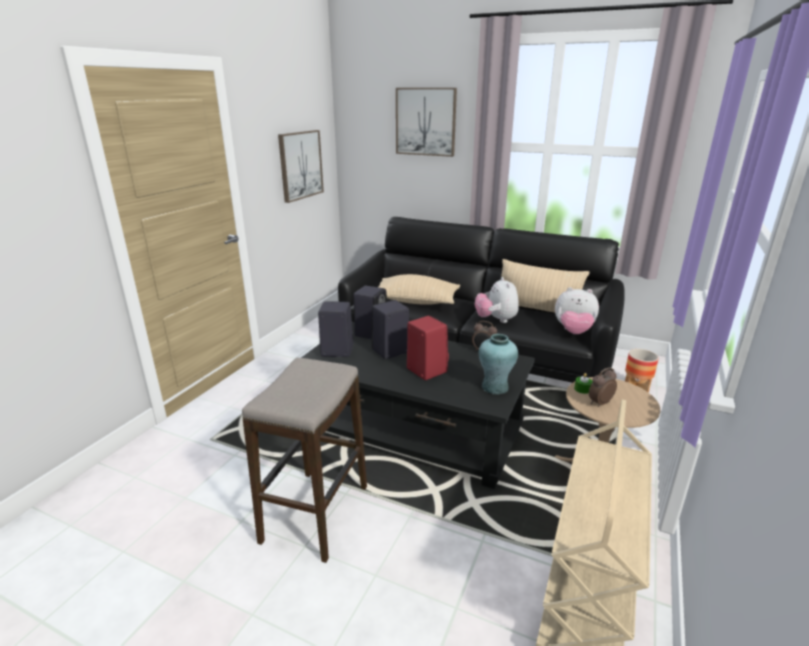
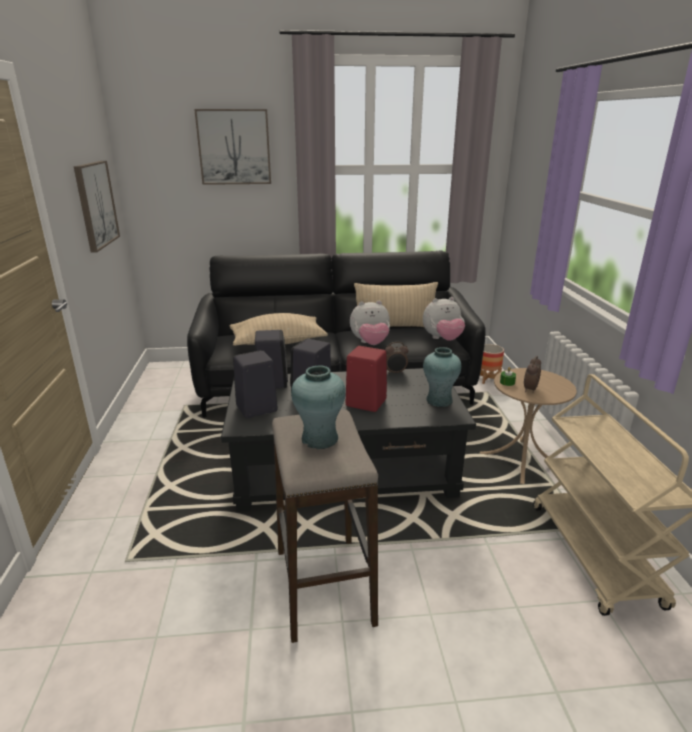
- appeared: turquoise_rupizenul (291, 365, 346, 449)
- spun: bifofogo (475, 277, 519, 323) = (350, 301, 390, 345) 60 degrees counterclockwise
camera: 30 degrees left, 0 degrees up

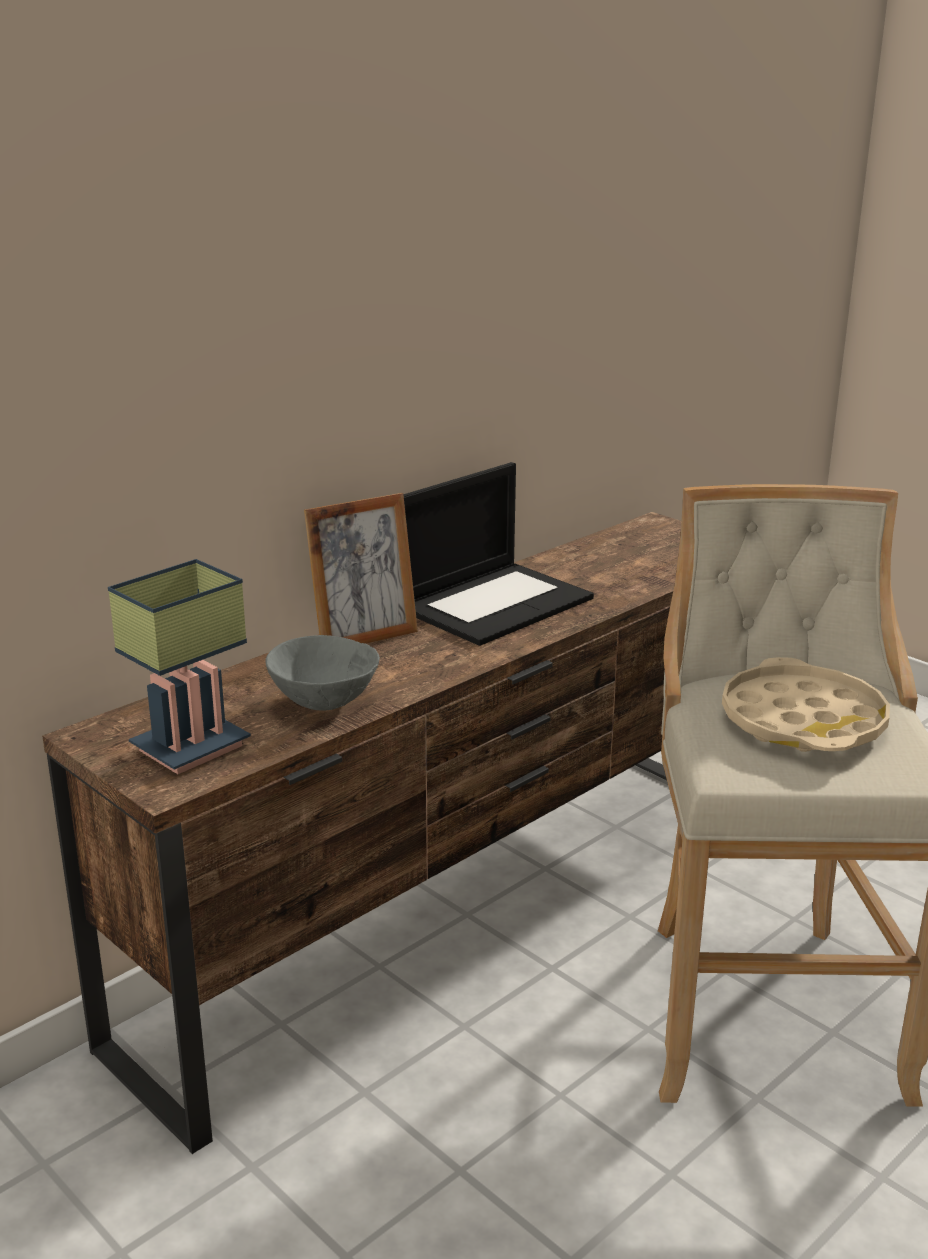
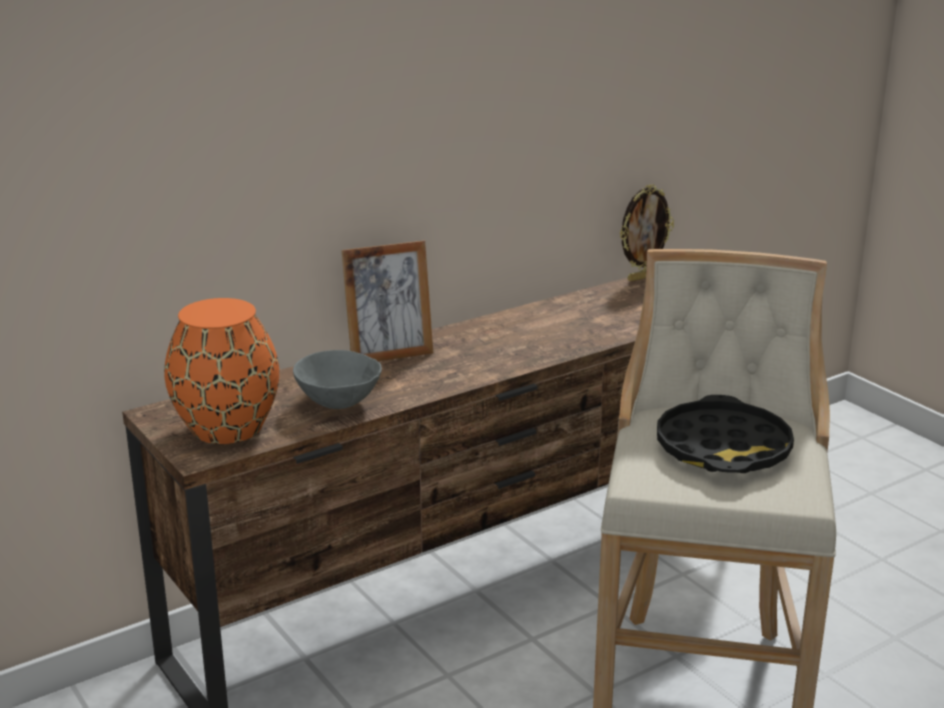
- exchanged: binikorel (108, 559, 251, 774) to orange_rupizenul (164, 298, 279, 444)
- appeared: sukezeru (620, 184, 674, 282)
- colour: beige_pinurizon (722, 657, 890, 752) to black_pinurizon (657, 395, 794, 473)
- missing: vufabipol (403, 462, 594, 646)
camera: 10 degrees right, 0 degrees up

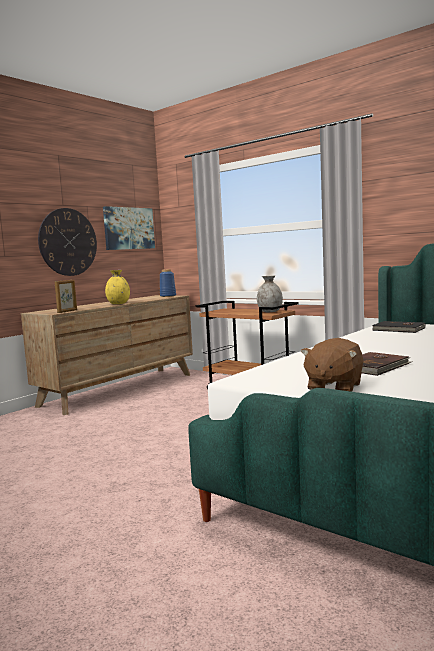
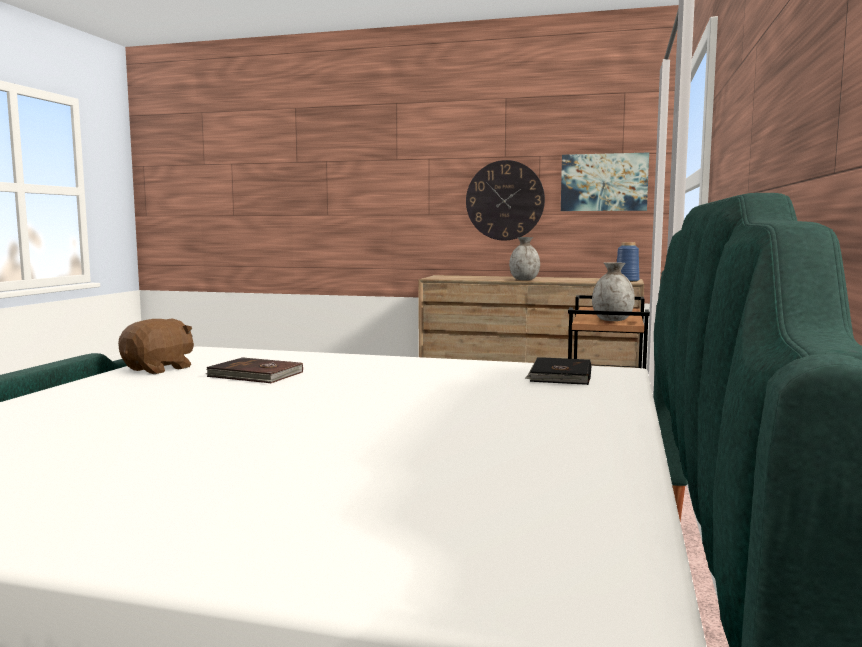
- spun: brown_bifofogo (301, 338, 364, 392) = (118, 319, 194, 374) 120 degrees clockwise
- colour: yellow_rupizenul (105, 270, 130, 304) to grey_rupizenul (509, 237, 540, 280)
- missing: sukezeru (55, 280, 77, 313)
camera: 65 degrees right, 0 degrees up

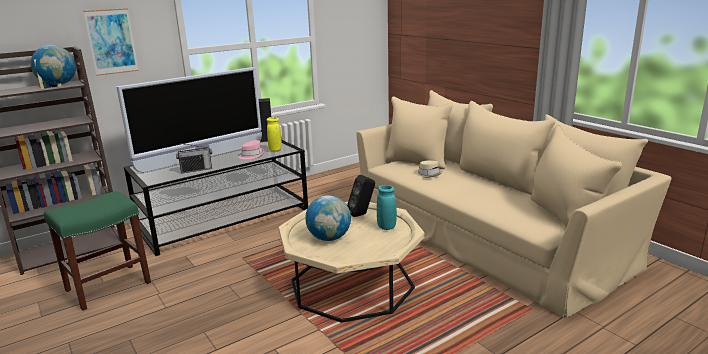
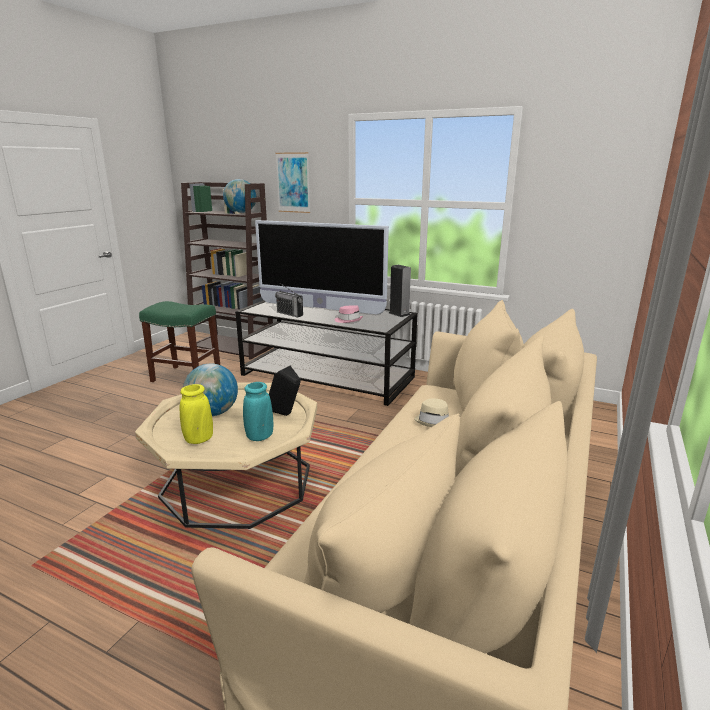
- relocated: yellow_rupizenul (267, 117, 282, 151) to (180, 384, 213, 444)
camera: 60 degrees right, 0 degrees up

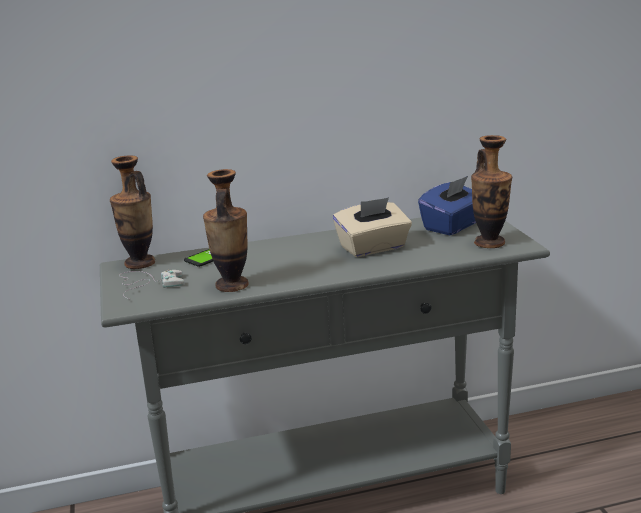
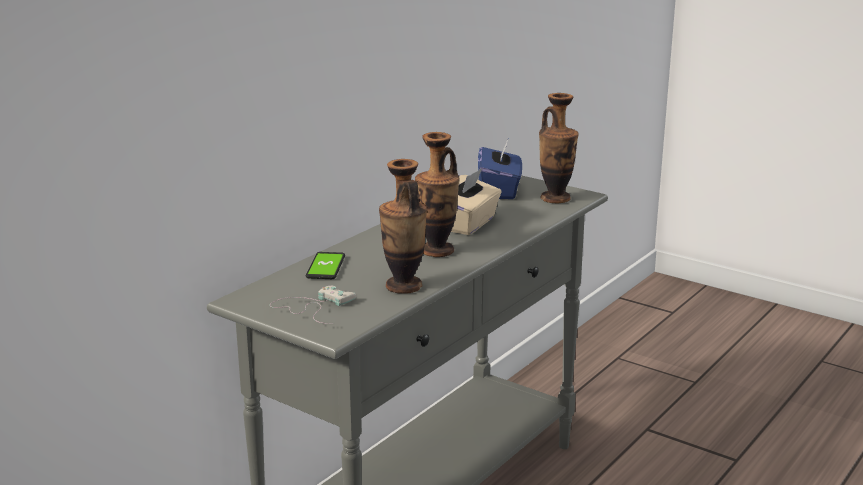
- relocated: rupizenul (110, 155, 155, 269) to (415, 132, 460, 257)
camera: 40 degrees left, 0 degrees up

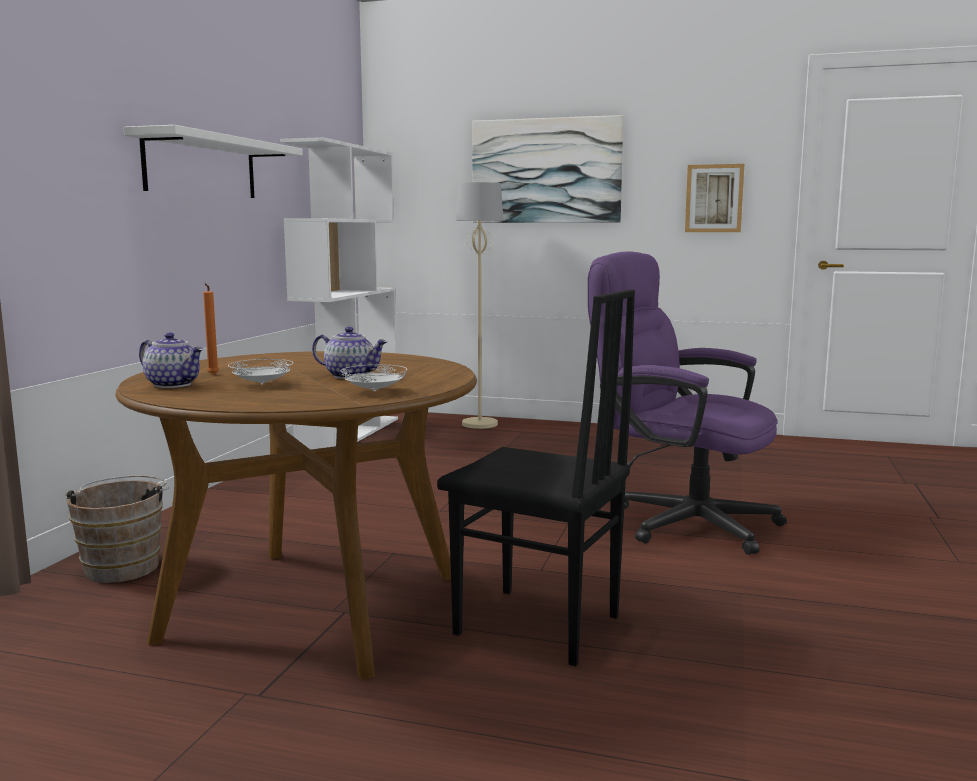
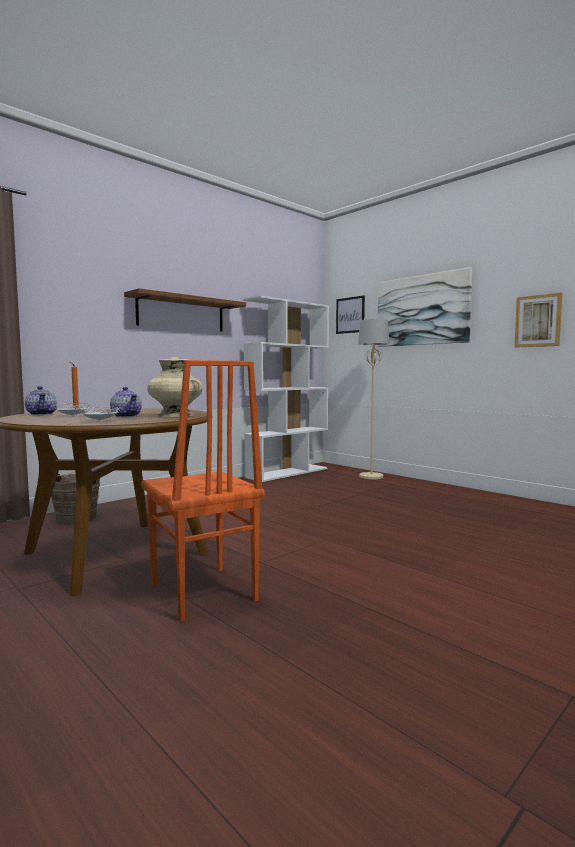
- colour: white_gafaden (123, 125, 303, 198) to brown_gafaden (124, 288, 246, 332)
- colour: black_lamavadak (437, 289, 635, 666) to orange_lamavadak (141, 360, 265, 622)
- appeared: beige_rupizenul (147, 357, 203, 417)
- appeared: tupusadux (336, 295, 365, 334)
- missing: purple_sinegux (588, 251, 787, 555)
camera: 30 degrees right, 5 degrees down

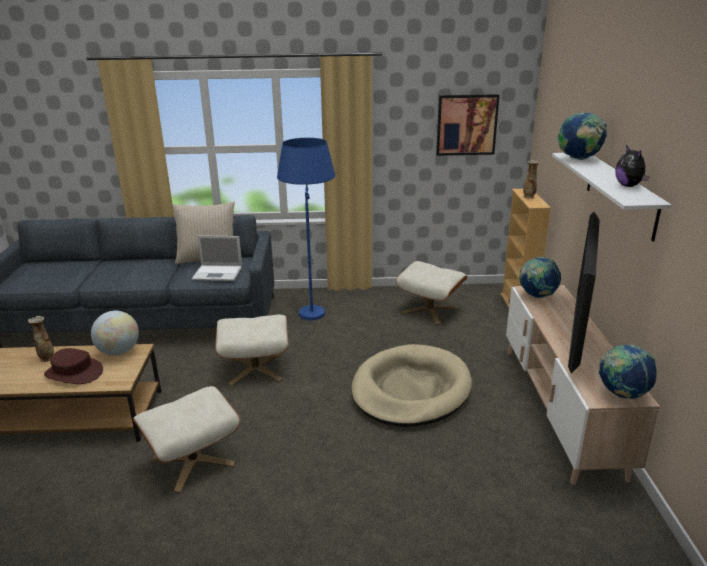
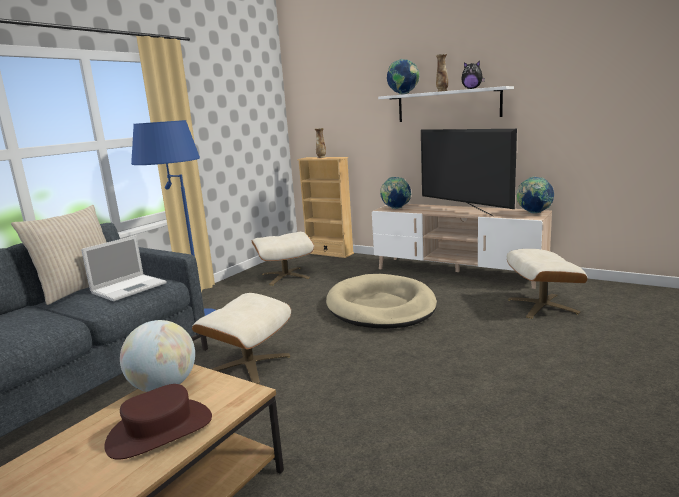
- relocated: rupizenul (28, 316, 54, 362) to (436, 54, 448, 92)
- relocated: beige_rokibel (133, 386, 240, 493) to (507, 249, 588, 319)
- missing: tupusadux (436, 94, 500, 156)
camera: 55 degrees left, 10 degrees down

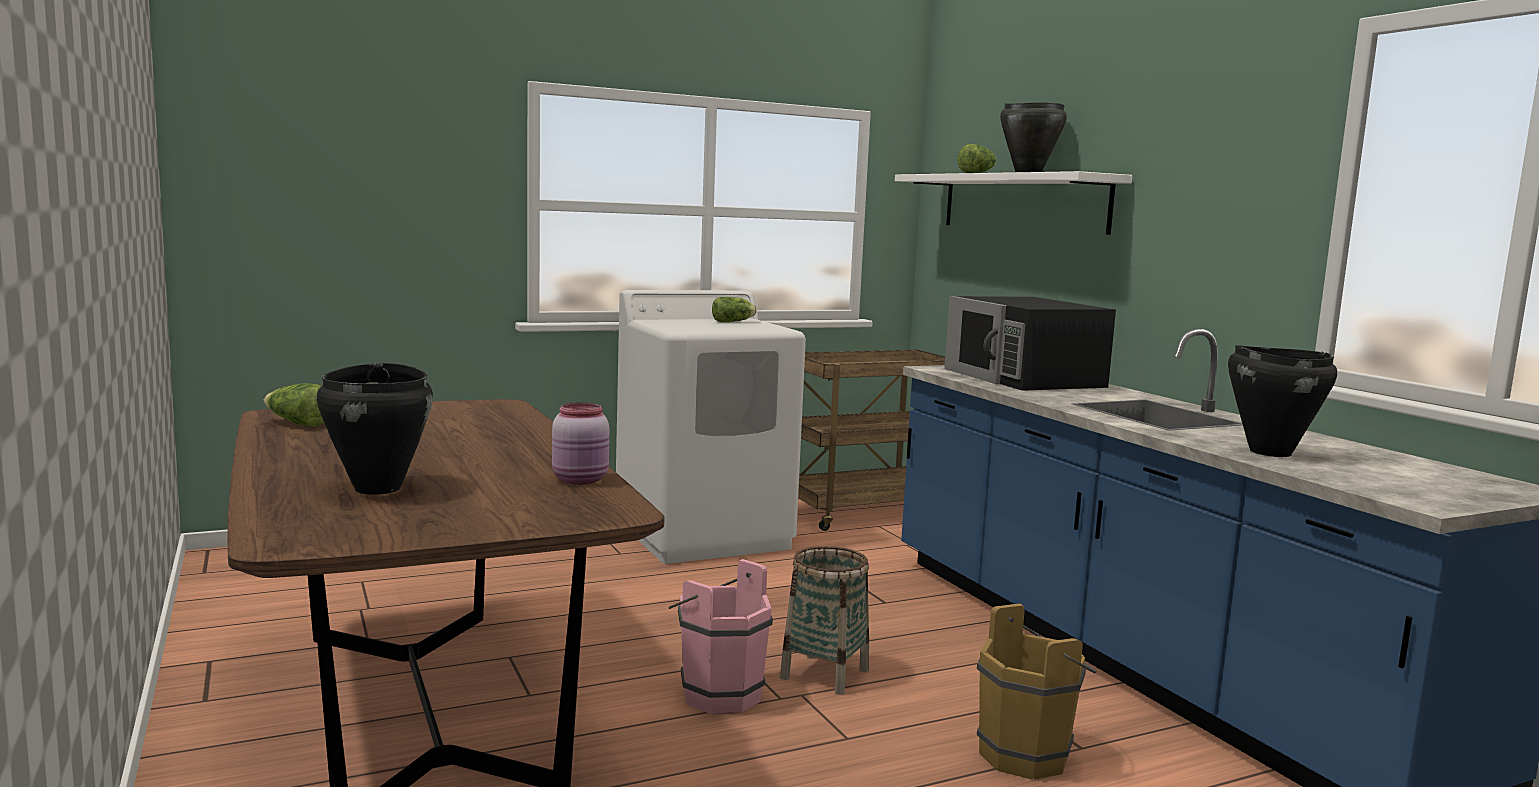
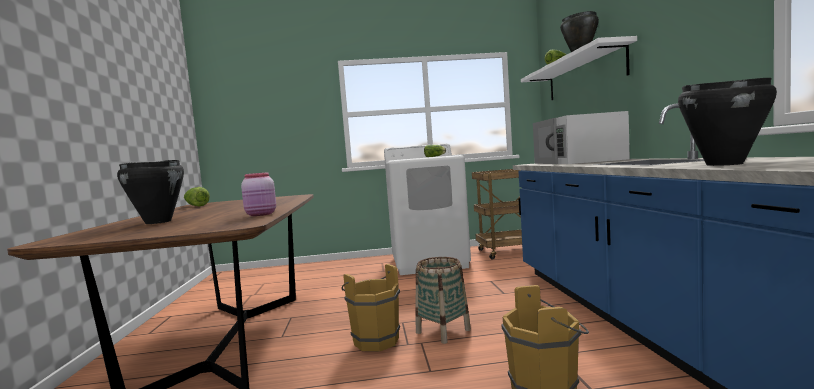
- colour: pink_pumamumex (668, 559, 773, 714) to brown_pumamumex (341, 264, 400, 352)
- colour: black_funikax (944, 296, 1116, 391) to white_funikax (533, 111, 630, 164)
camera: 20 degrees right, 5 degrees down

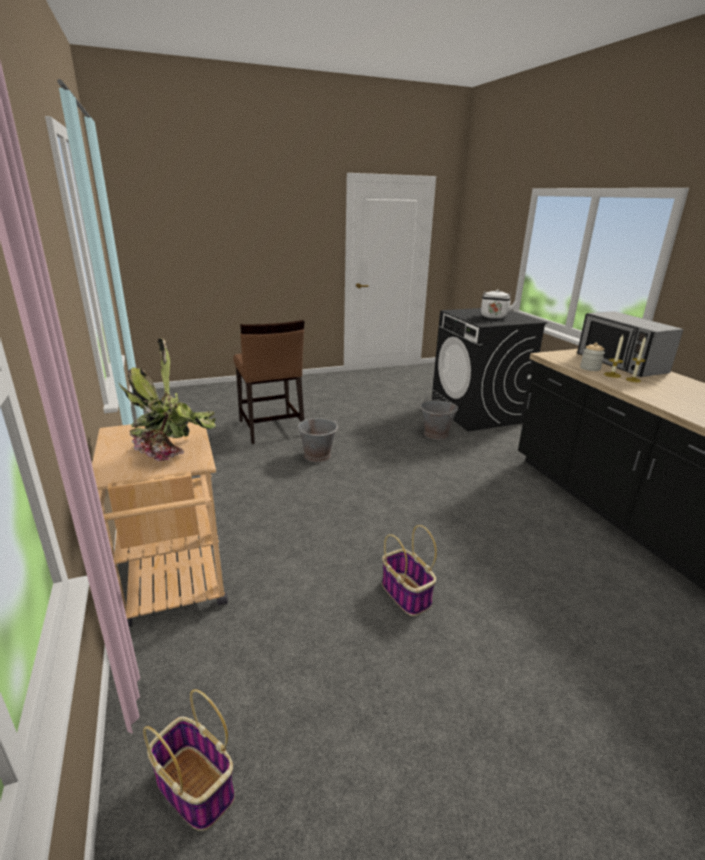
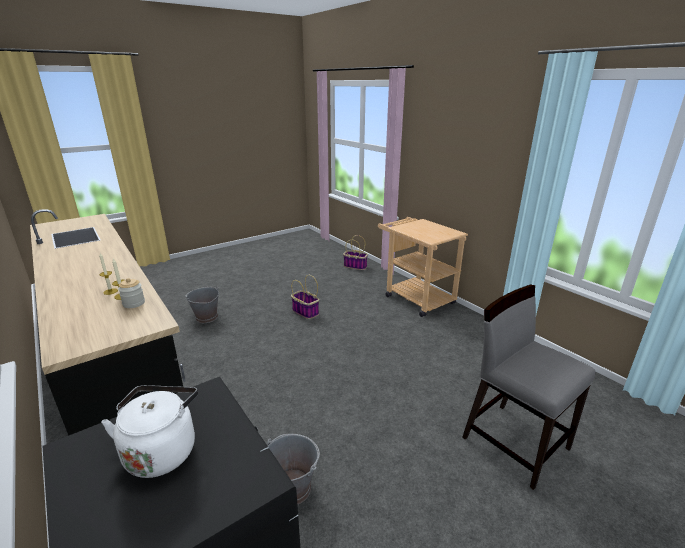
- relocated: grey_pumamumex (297, 418, 338, 463) to (185, 287, 219, 323)
- colour: brown_lamavadak (233, 320, 305, 444) to grey_lamavadak (462, 284, 595, 490)
- missing: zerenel (119, 338, 216, 461)
- missing: funikax (577, 311, 683, 377)
camera: 165 degrees right, 0 degrees up

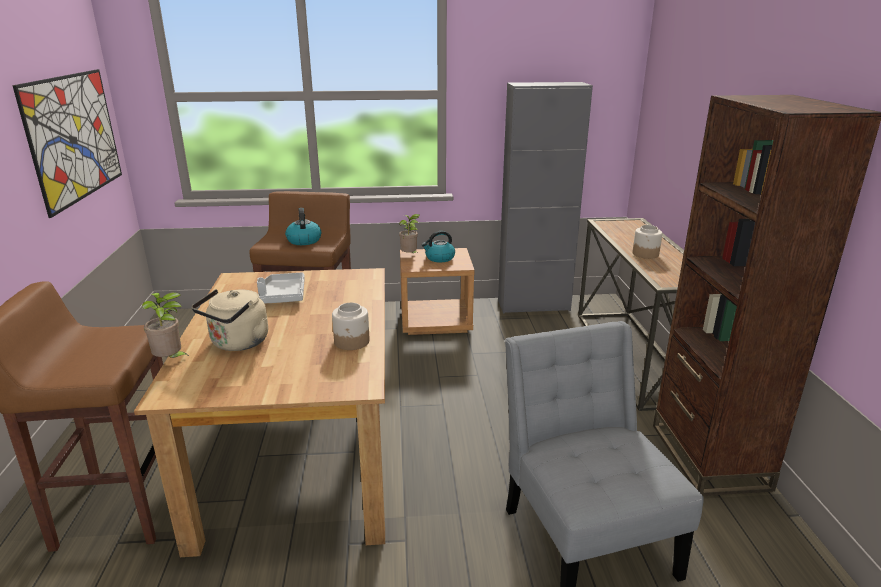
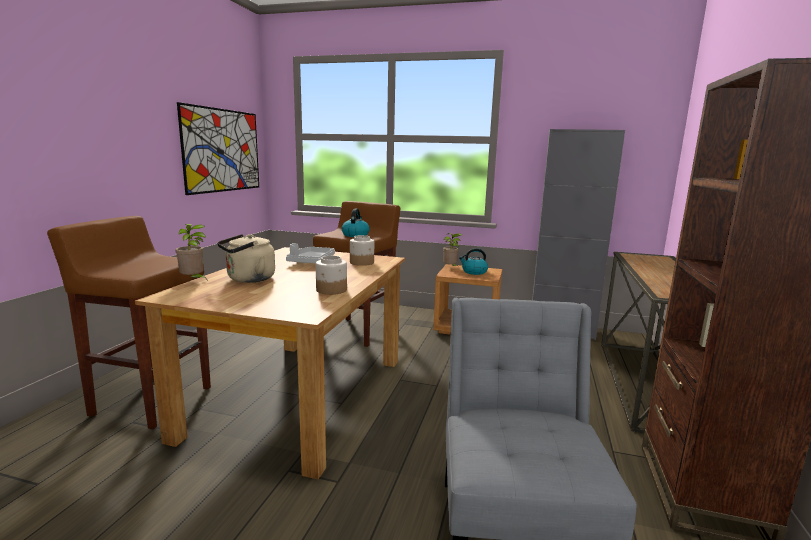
- relocated: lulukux (632, 225, 663, 259) to (350, 235, 374, 266)
camera: 20 degrees right, 10 degrees down

